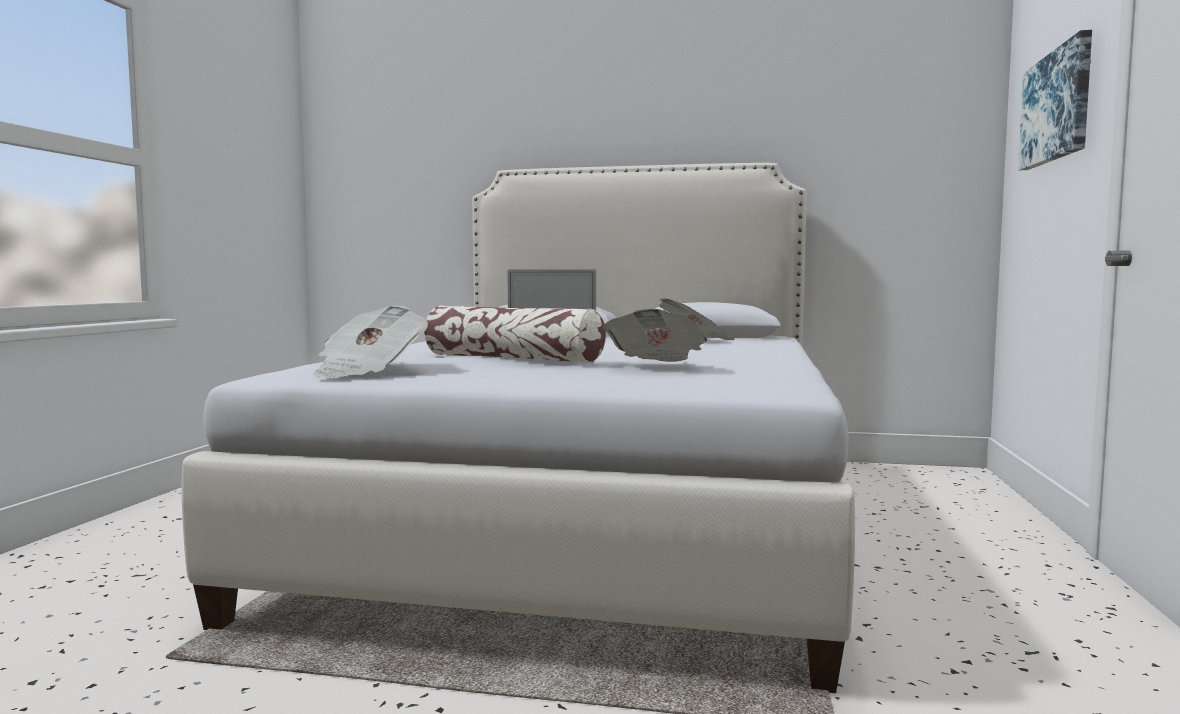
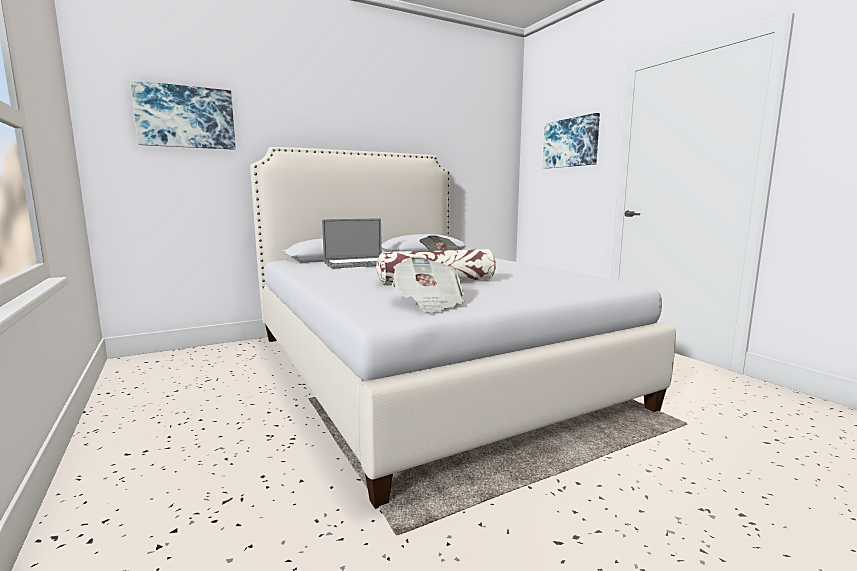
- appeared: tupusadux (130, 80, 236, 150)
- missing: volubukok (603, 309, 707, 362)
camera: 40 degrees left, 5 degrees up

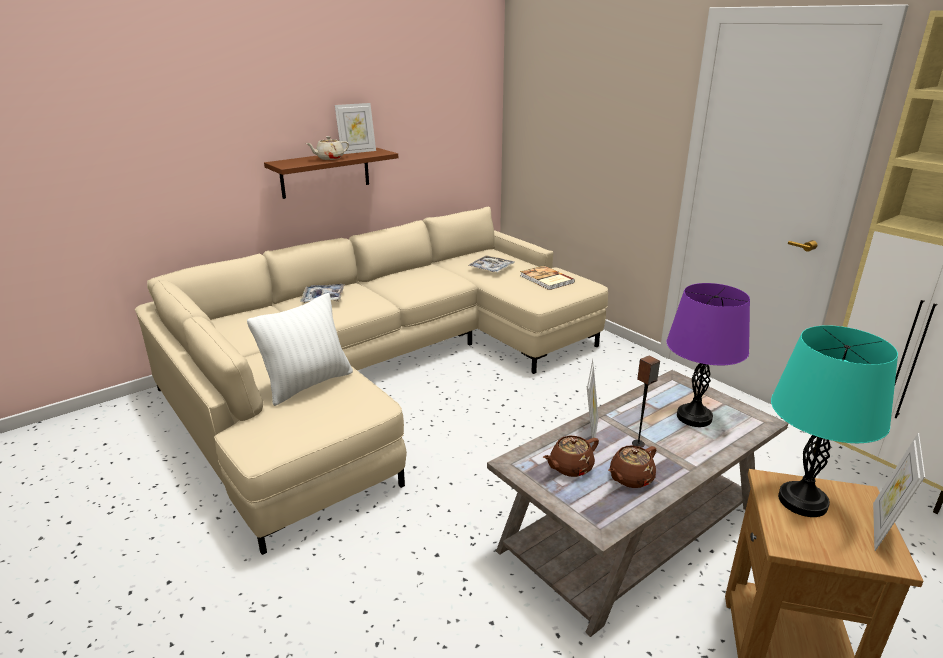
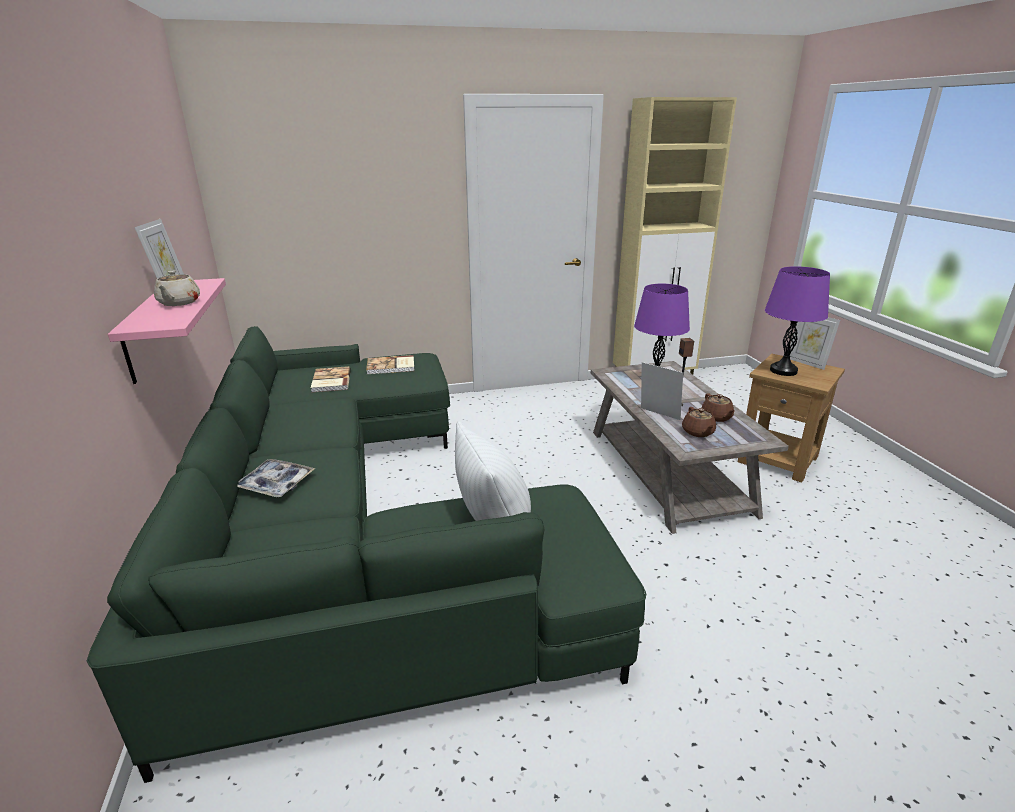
- colour: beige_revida (135, 207, 608, 555) to green_revida (87, 326, 646, 783)
- colour: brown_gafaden (264, 148, 398, 199) to pink_gafaden (108, 278, 226, 384)
- exchanged: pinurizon (468, 255, 515, 272) to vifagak (311, 366, 351, 392)
- colour: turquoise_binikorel (771, 325, 898, 517) to purple_binikorel (765, 266, 830, 376)
camera: 65 degrees left, 0 degrees up

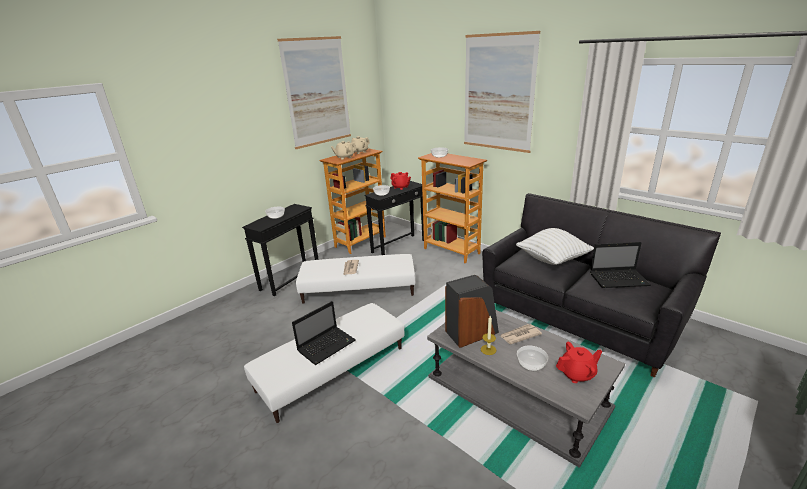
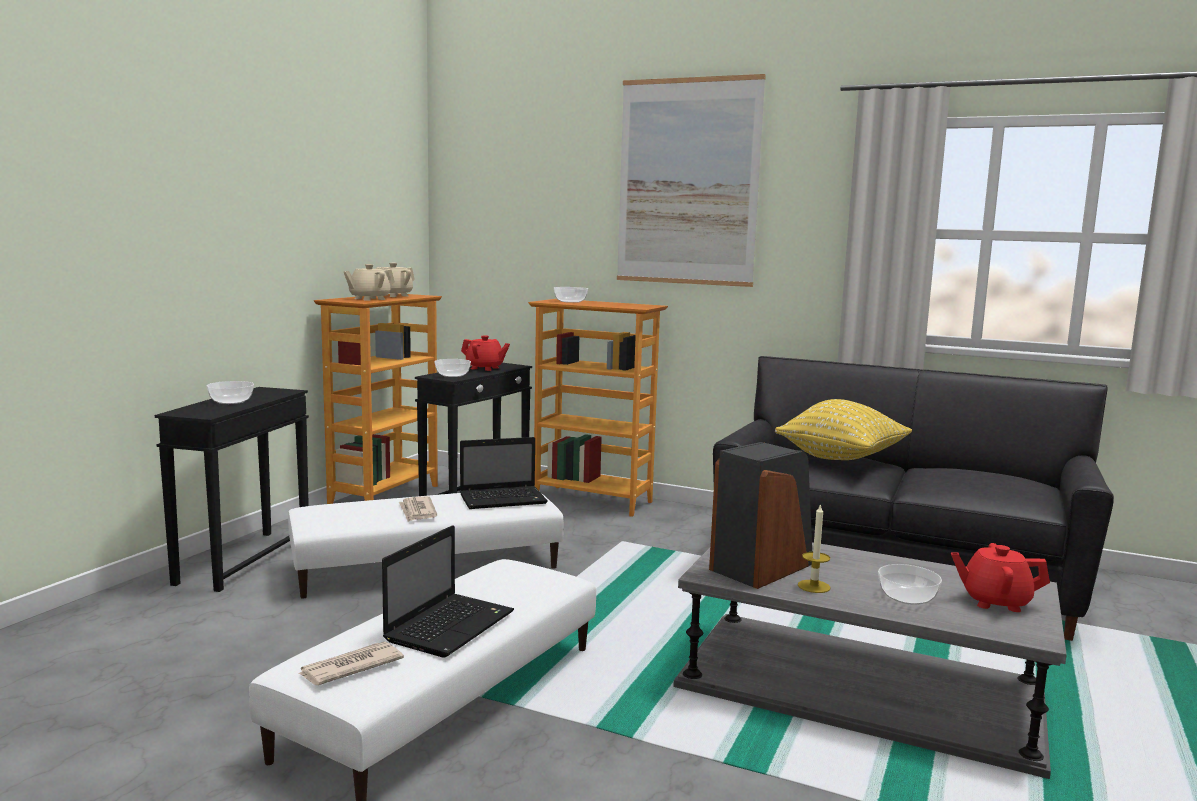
- relocated: volubukok (500, 324, 542, 344) to (298, 642, 404, 685)
- relocated: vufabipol (590, 242, 651, 288) to (460, 437, 548, 509)
- colour: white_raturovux (516, 228, 594, 265) to yellow_raturovux (775, 399, 912, 460)
- spun: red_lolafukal (556, 342, 602, 383) = (951, 543, 1050, 612) 135 degrees counterclockwise
- missing: tupusadux (277, 36, 351, 149)
camera: 20 degrees left, 15 degrees down

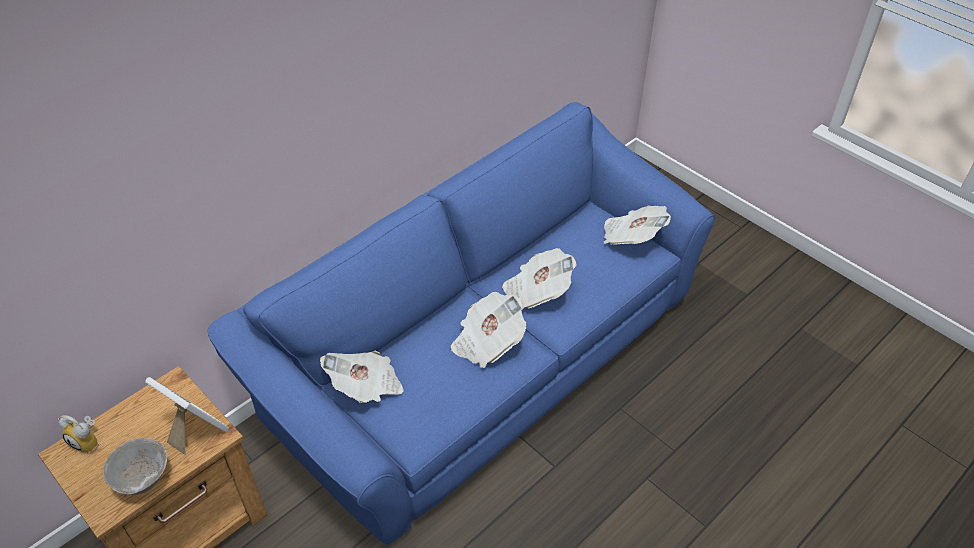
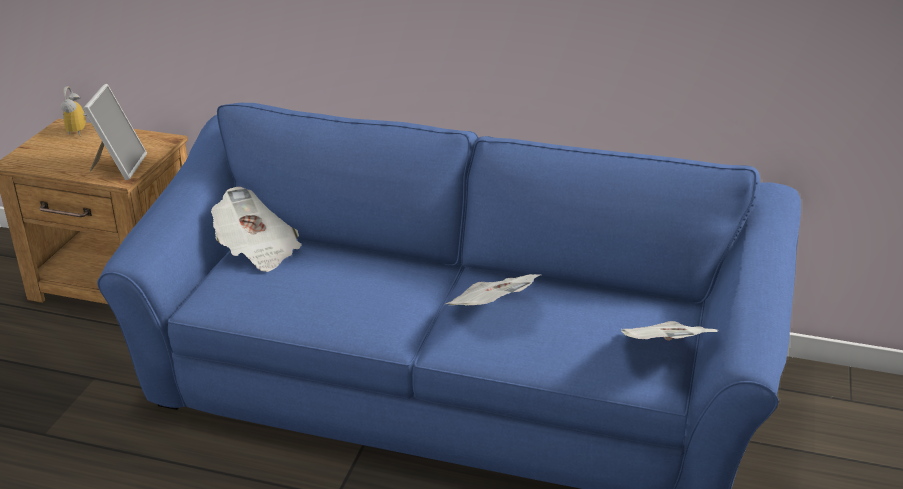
- missing: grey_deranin (103, 437, 167, 495)
- missing: volubukok (451, 292, 526, 368)
camera: 60 degrees right, 15 degrees down

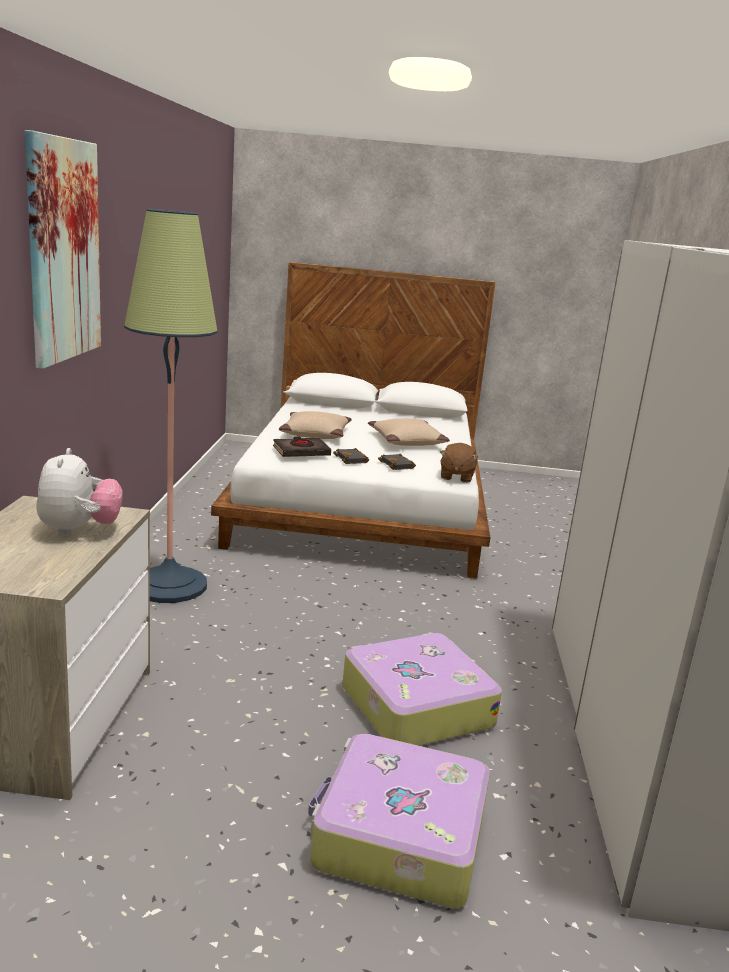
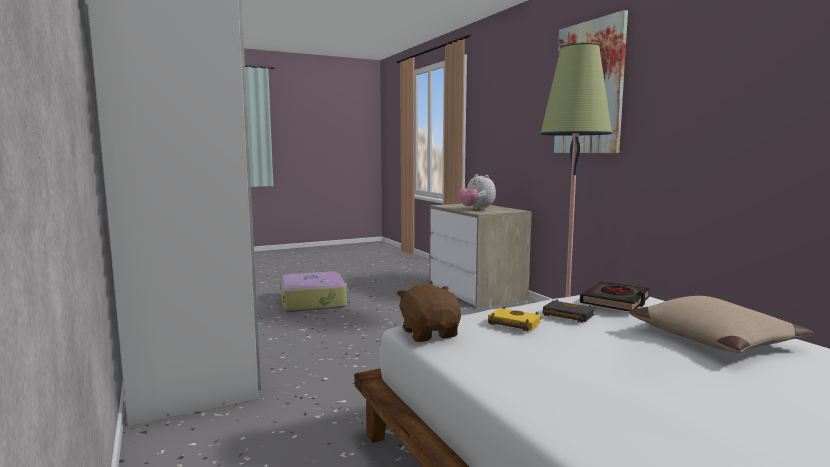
- colour: black_vifagak (378, 453, 416, 470) to yellow_vifagak (488, 306, 542, 331)
- missing: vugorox (342, 633, 502, 746)
- missing: beige_raturovux (368, 419, 450, 446)
camera: 150 degrees right, 10 degrees down

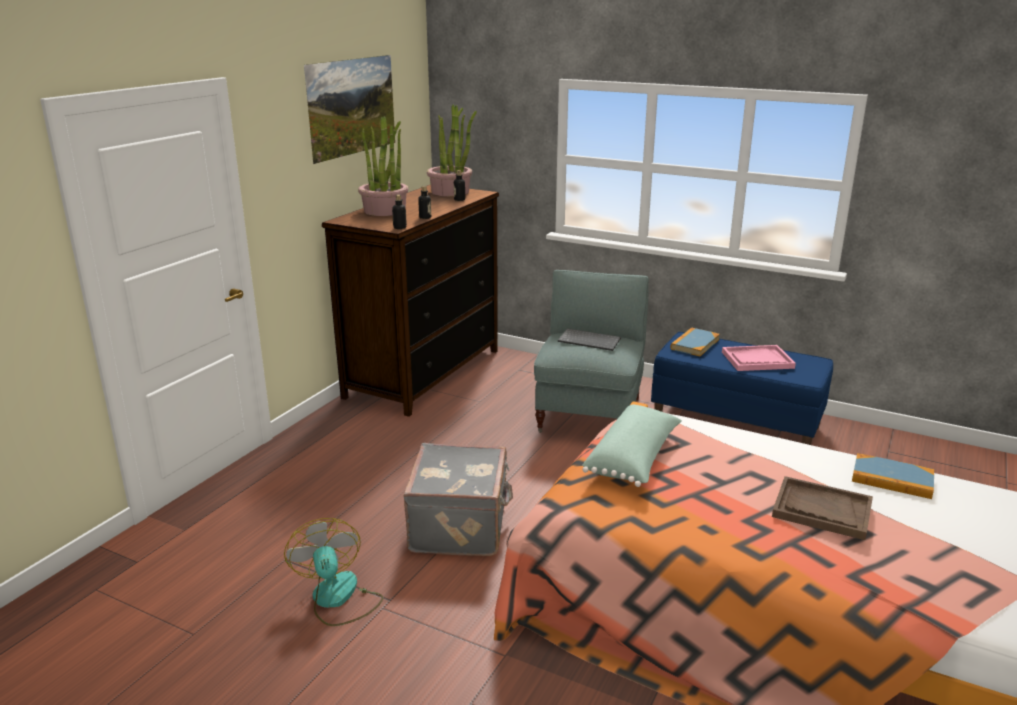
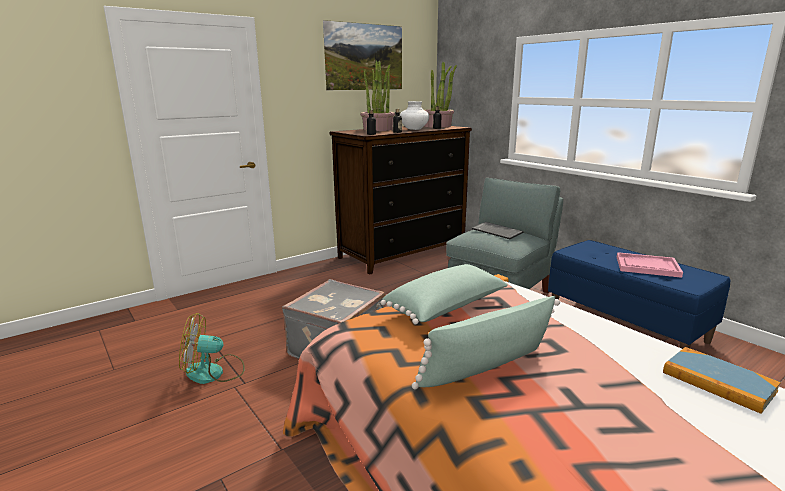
- spun: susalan (284, 518, 383, 626) = (179, 313, 245, 384) 105 degrees counterclockwise
- appeared: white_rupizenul (400, 101, 429, 130)
- appeared: green_raturovux (412, 296, 560, 390)
- missing: vifagak (671, 327, 720, 356)
- missing: brown_pinurizon (772, 476, 873, 540)
camera: 25 degrees right, 5 degrees down

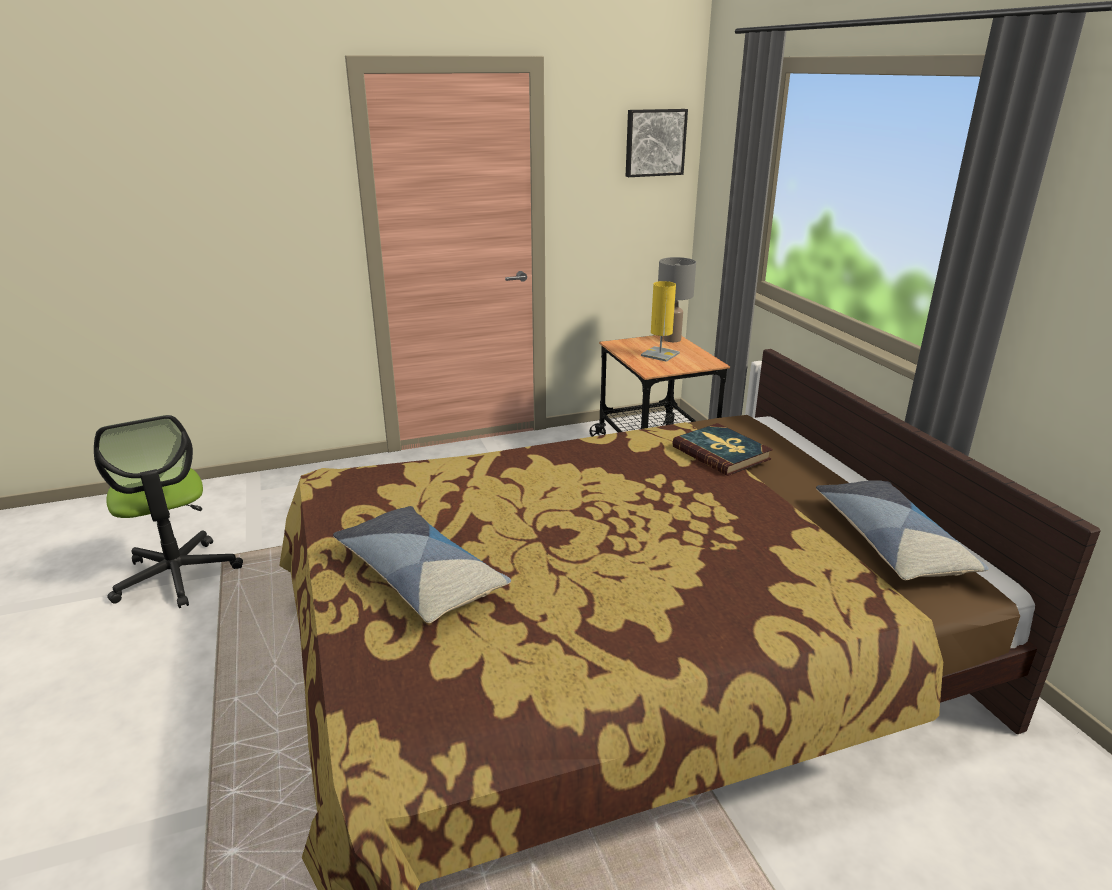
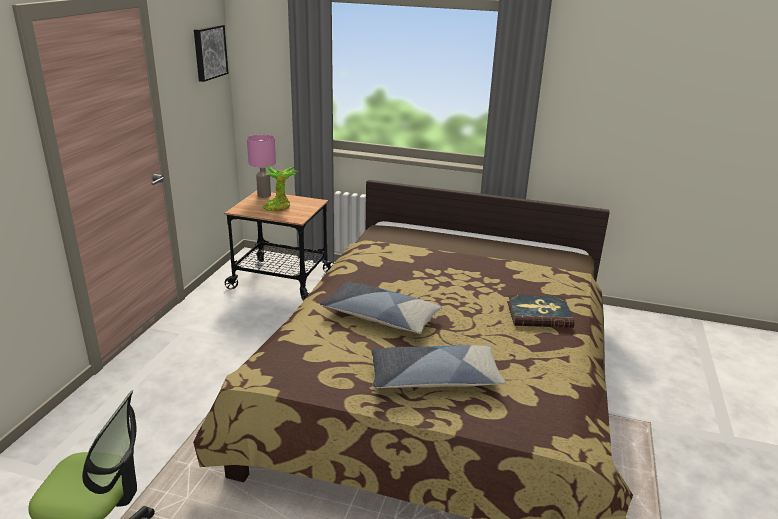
- colour: grey_binikorel (658, 257, 696, 342) to pink_binikorel (247, 134, 276, 198)
- exchanged: yellow_binikorel (641, 281, 680, 362) to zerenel (263, 165, 299, 212)
- relocated: raturovux (816, 480, 989, 580) to (320, 282, 442, 334)
- relocated: vifagak (673, 423, 773, 476) to (507, 295, 575, 328)
camera: 55 degrees left, 0 degrees up

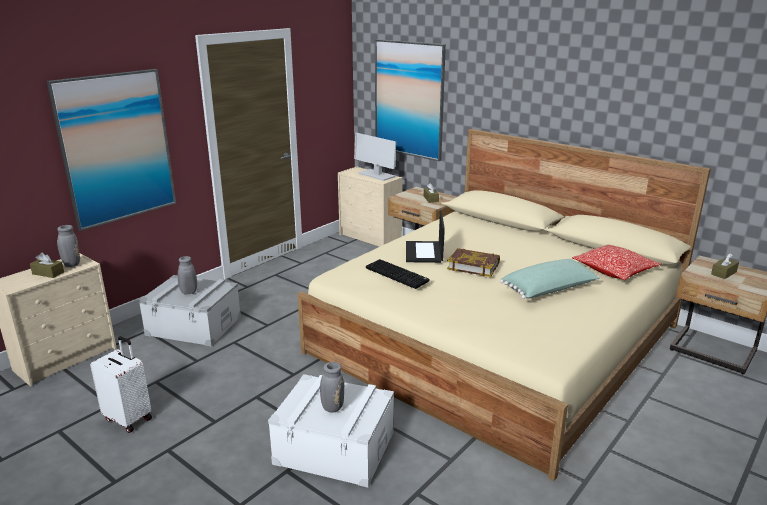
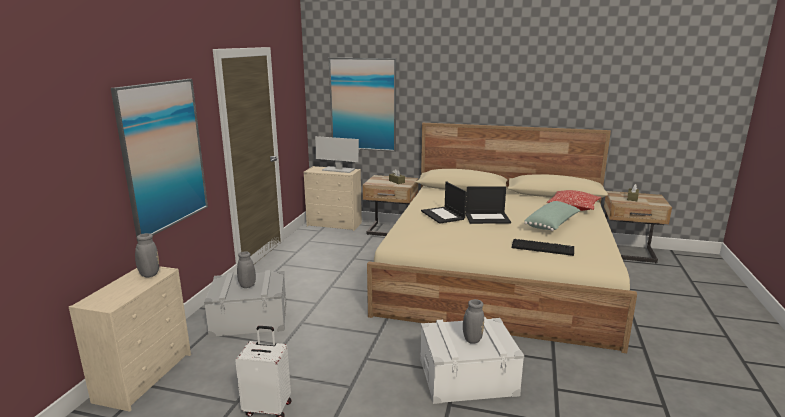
- exchanged: vifagak (447, 248, 500, 277) to vufabipol (465, 186, 511, 224)
- relocated: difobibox (366, 259, 429, 289) to (512, 239, 574, 256)
- missing: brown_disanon (30, 252, 64, 278)
camera: 25 degrees left, 5 degrees down

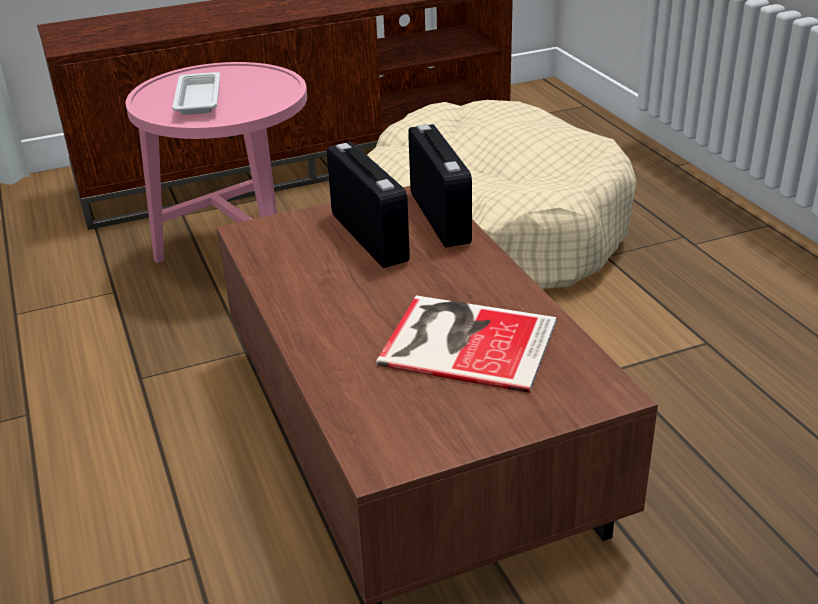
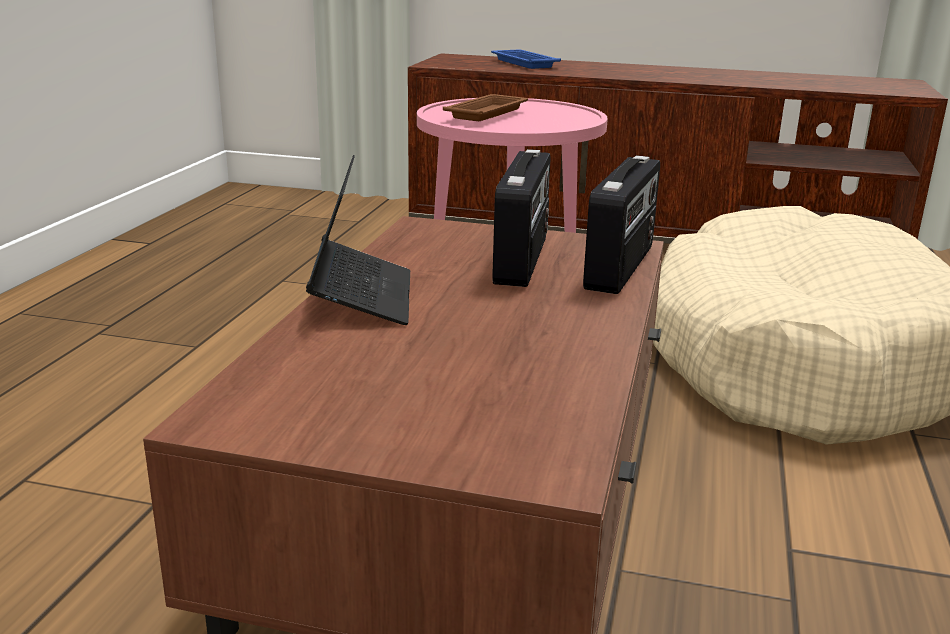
- appeared: vufabipol (306, 155, 410, 325)
- colour: white_pinurizon (172, 72, 220, 115) to brown_pinurizon (443, 94, 528, 121)
- appeared: blue_pinurizon (491, 50, 561, 69)
- missing: vifagak (376, 296, 557, 393)
camera: 35 degrees right, 10 degrees down

